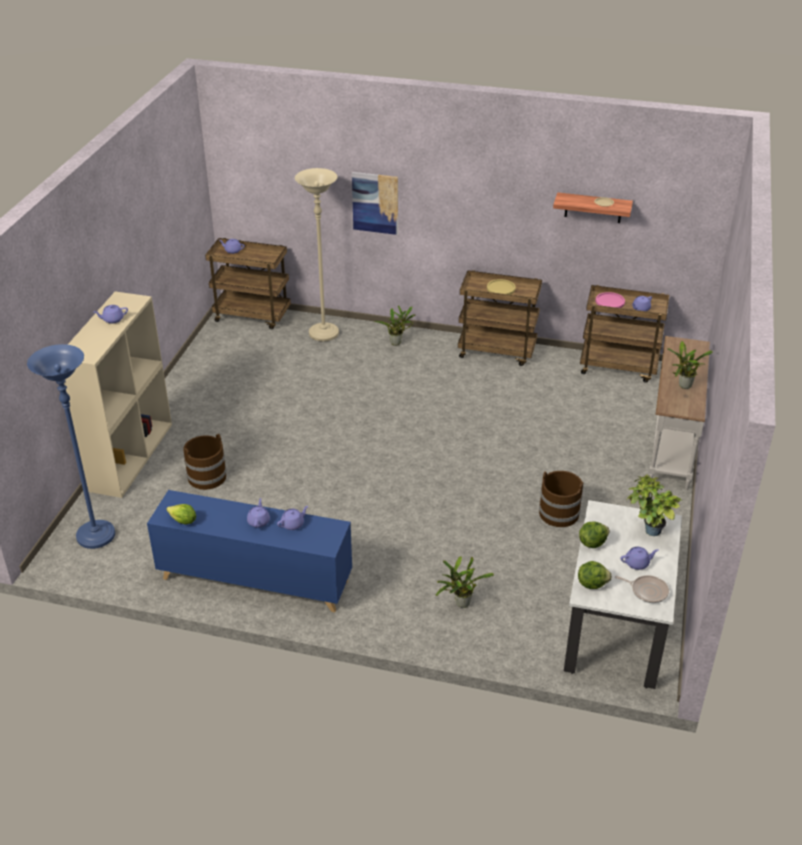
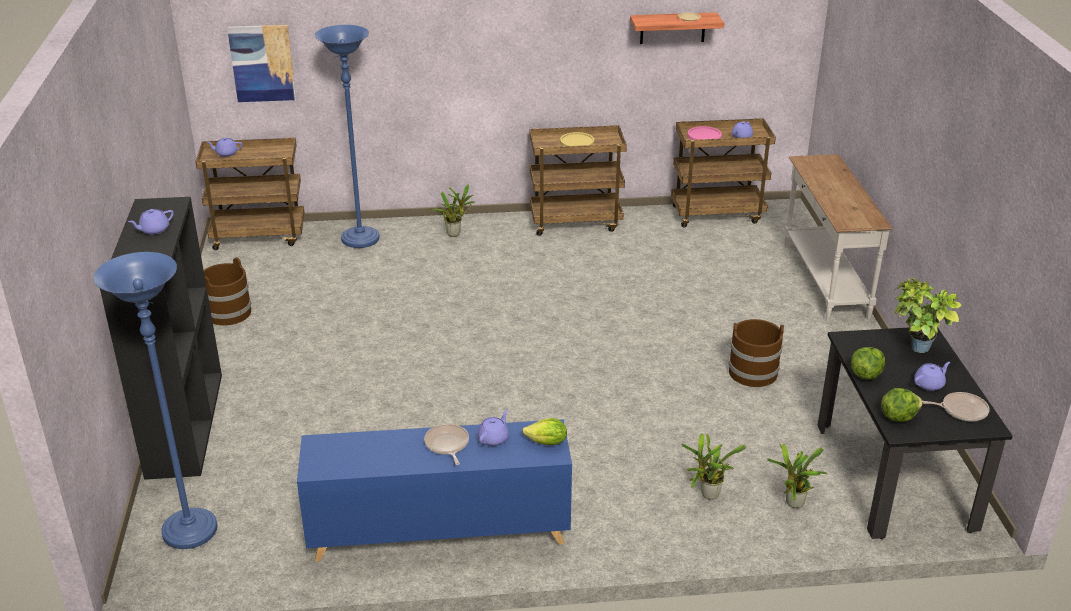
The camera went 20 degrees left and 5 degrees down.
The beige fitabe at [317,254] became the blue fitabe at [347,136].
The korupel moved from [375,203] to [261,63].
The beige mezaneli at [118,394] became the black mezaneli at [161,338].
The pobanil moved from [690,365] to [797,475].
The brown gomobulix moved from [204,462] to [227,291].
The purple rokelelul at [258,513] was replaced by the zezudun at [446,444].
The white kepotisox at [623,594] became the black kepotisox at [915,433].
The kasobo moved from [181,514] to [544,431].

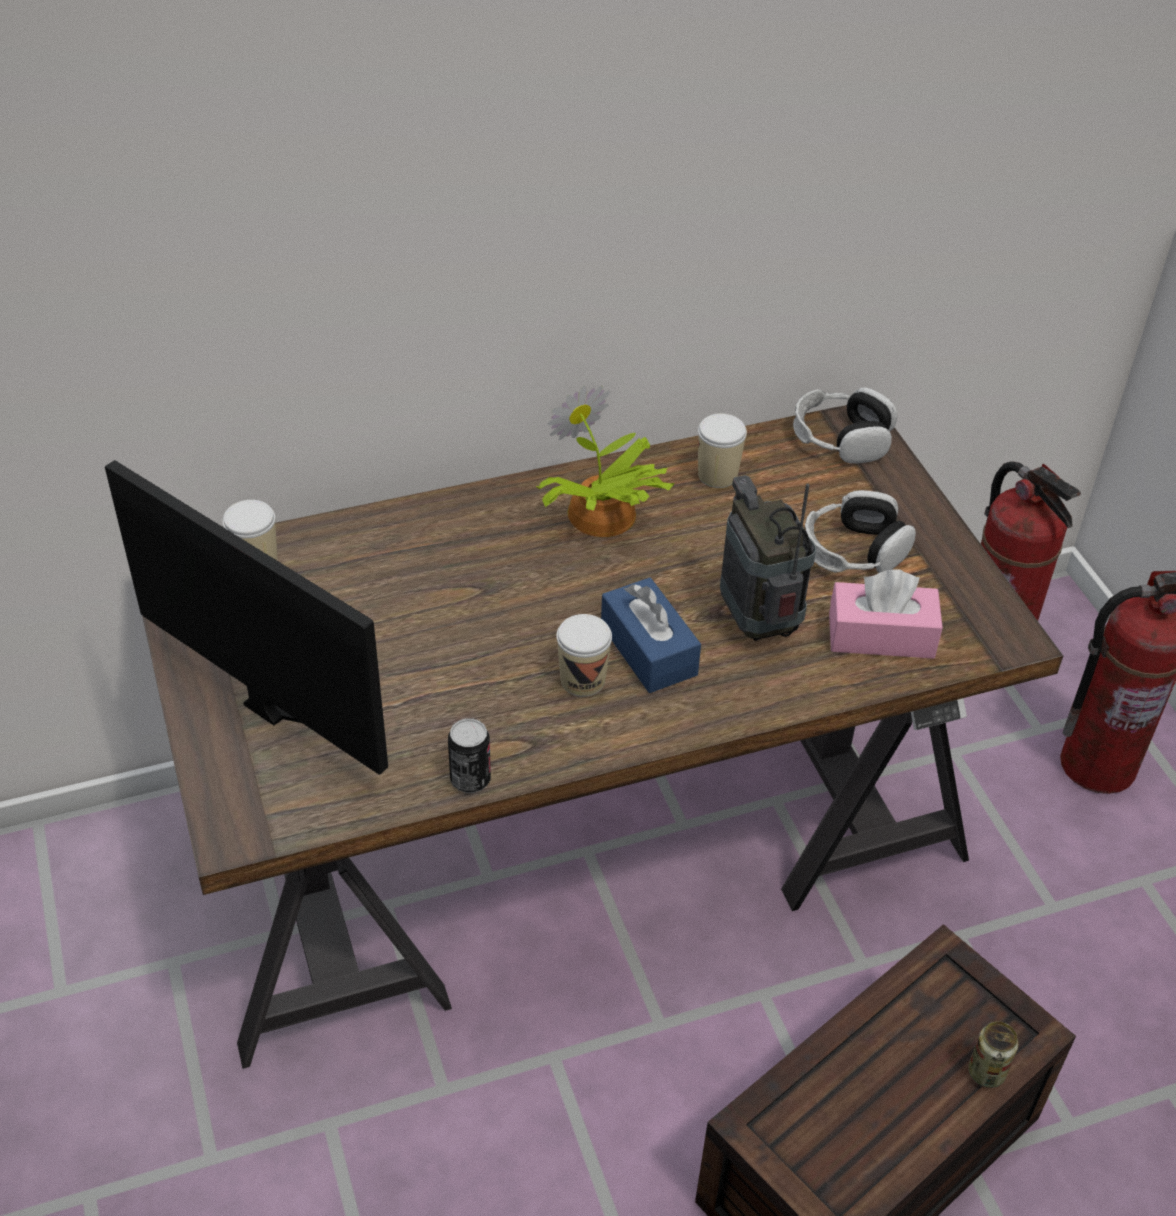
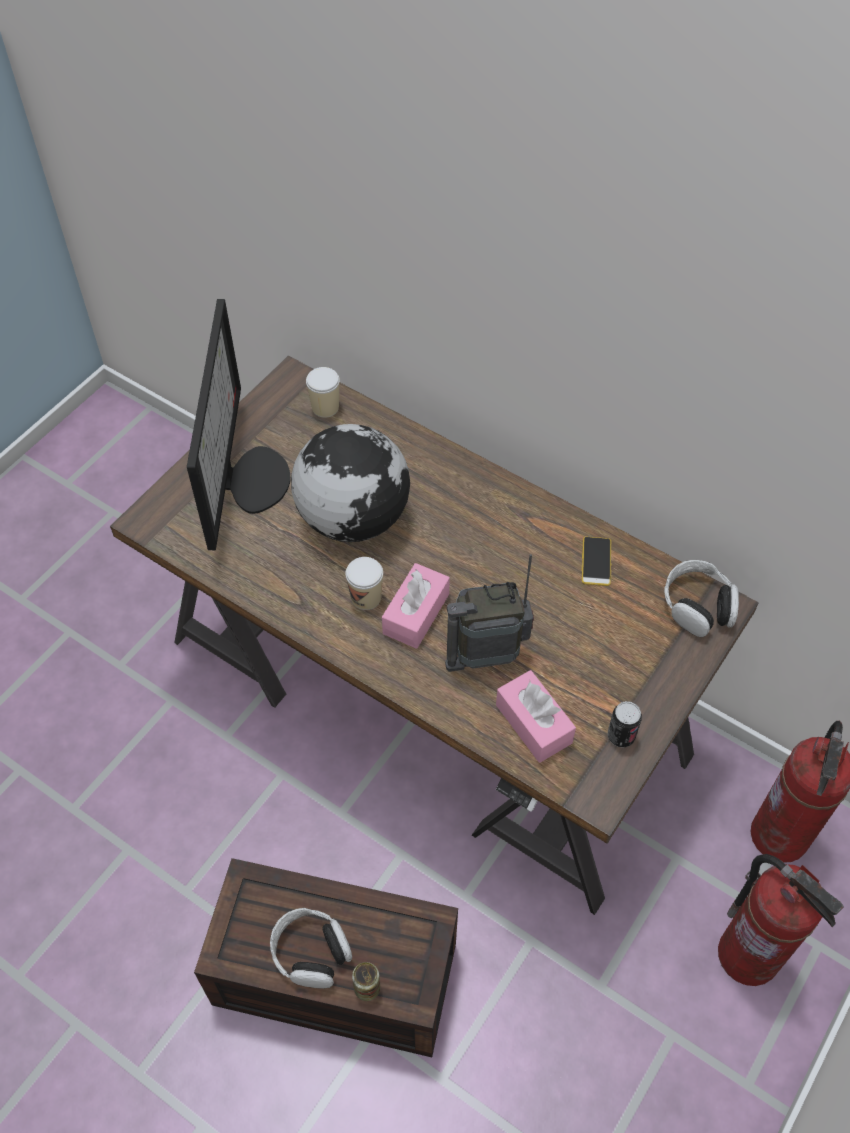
The camera went 55 degrees right and 10 degrees up.
The pobanil at [605,461] disappeared.
The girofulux at [722,451] was replaced by the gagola at [596,561].
The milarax at [768,558] turned 135 degrees counterclockwise.
The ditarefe moved from [860,531] to [311,948].
The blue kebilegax at [651,635] became the pink kebilegax at [416,606].
The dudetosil moved from [469,755] to [625,724].
The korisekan at [350,483] appeared.

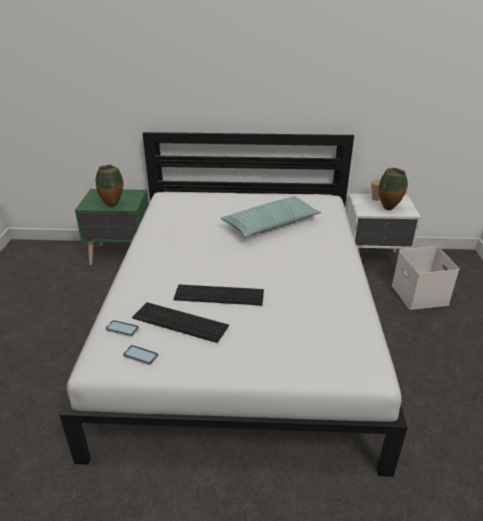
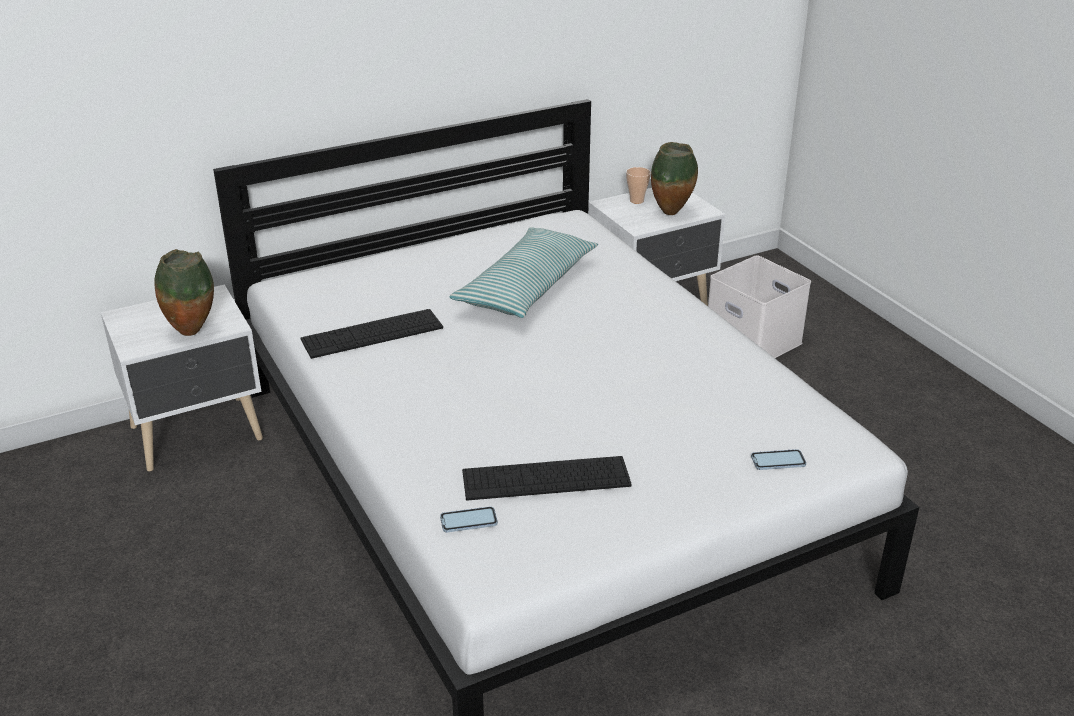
The camera went 30 degrees left and 0 degrees up.
The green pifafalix at [112,227] became the white pifafalix at [182,377].
The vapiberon moved from [218,295] to [371,334].
The gagola moved from [140,355] to [778,459].

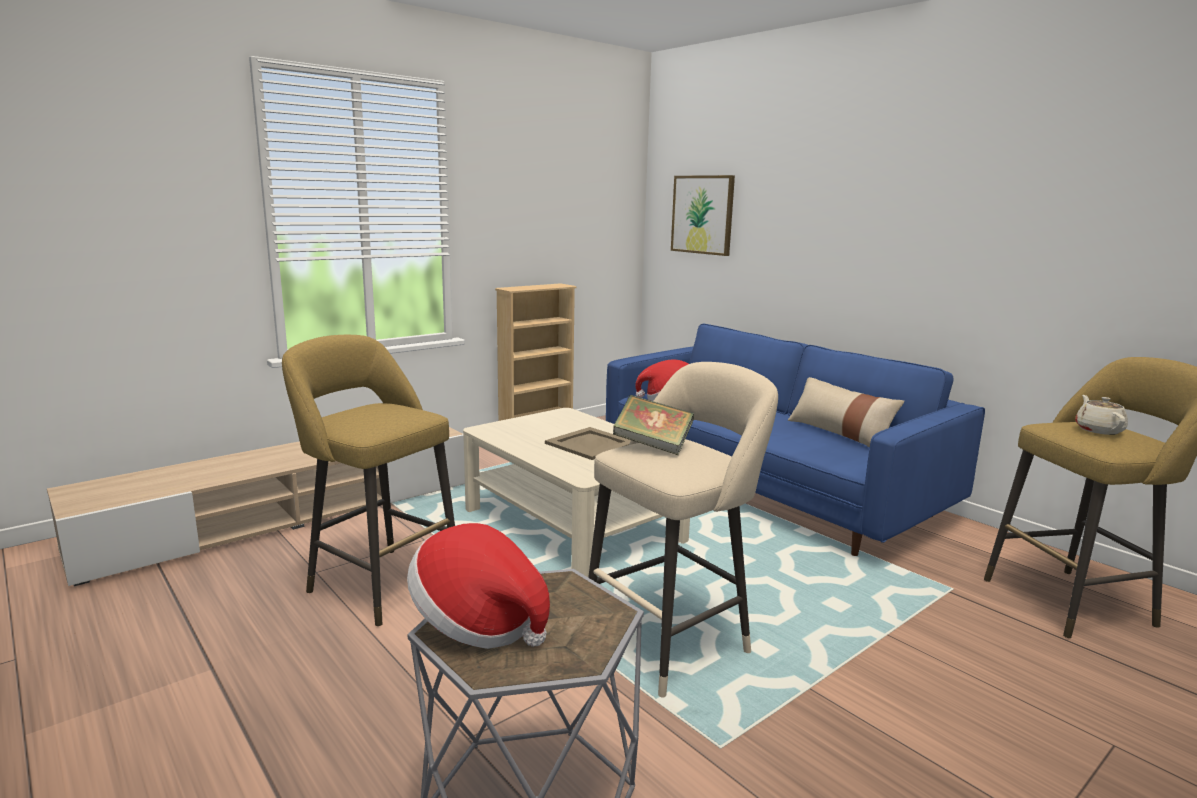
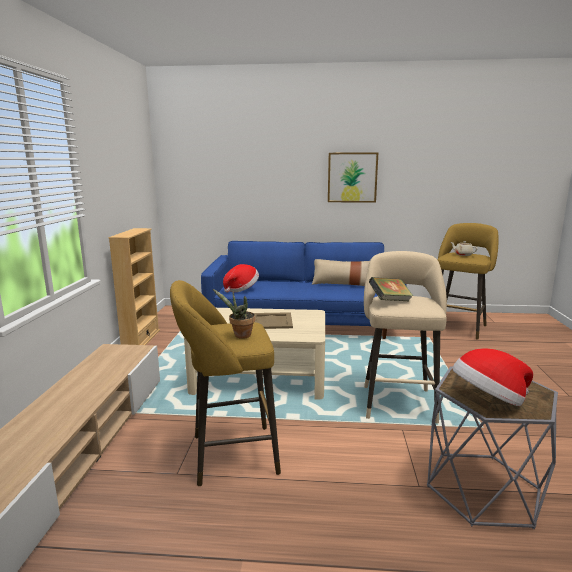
The camera went 45 degrees left and 0 degrees up.
The korupel moved from [703,215] to [353,177].
The pobanil at [234,314] appeared.

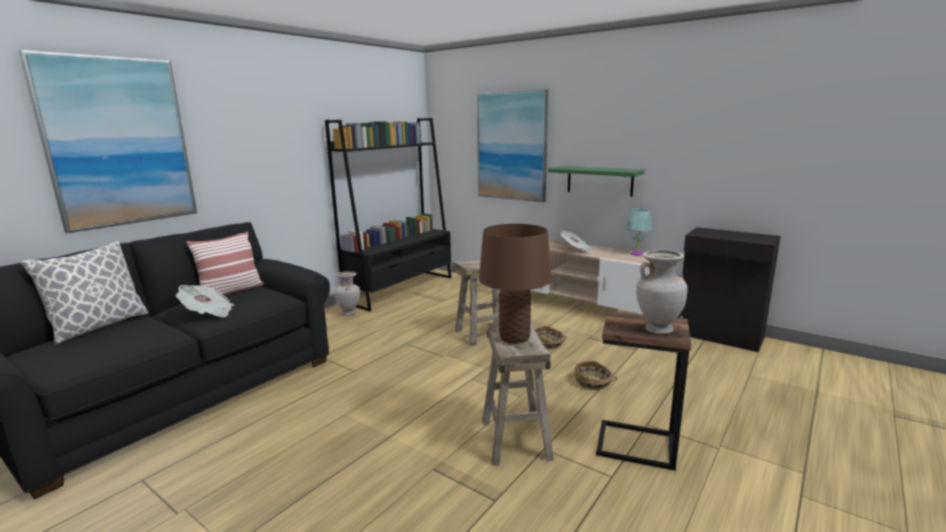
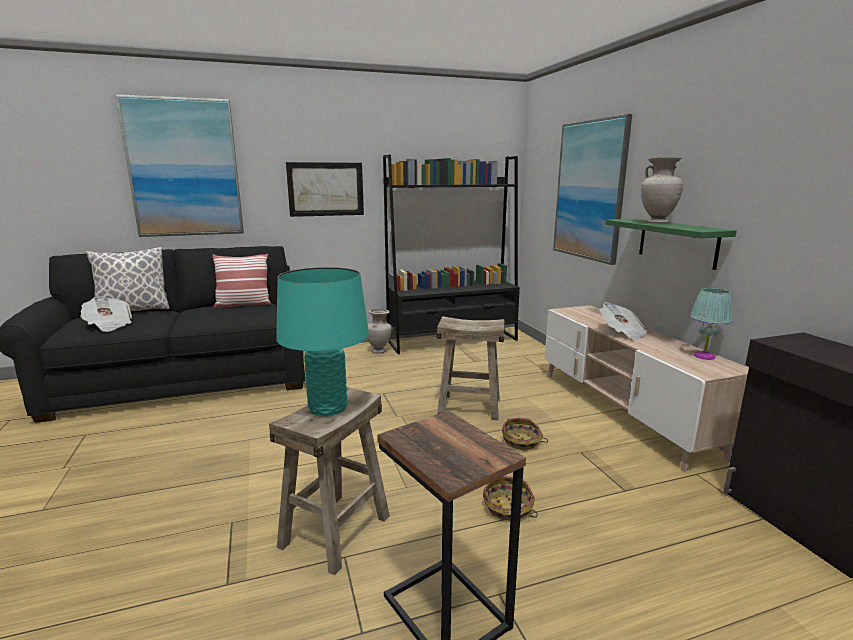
The camera went 35 degrees right and 0 degrees up.
The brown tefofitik at [515,284] became the turquoise tefofitik at [322,342].
The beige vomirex moved from [661,292] to [662,190].
The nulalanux moved from [205,301] to [106,314].
The korupel at [325,189] appeared.

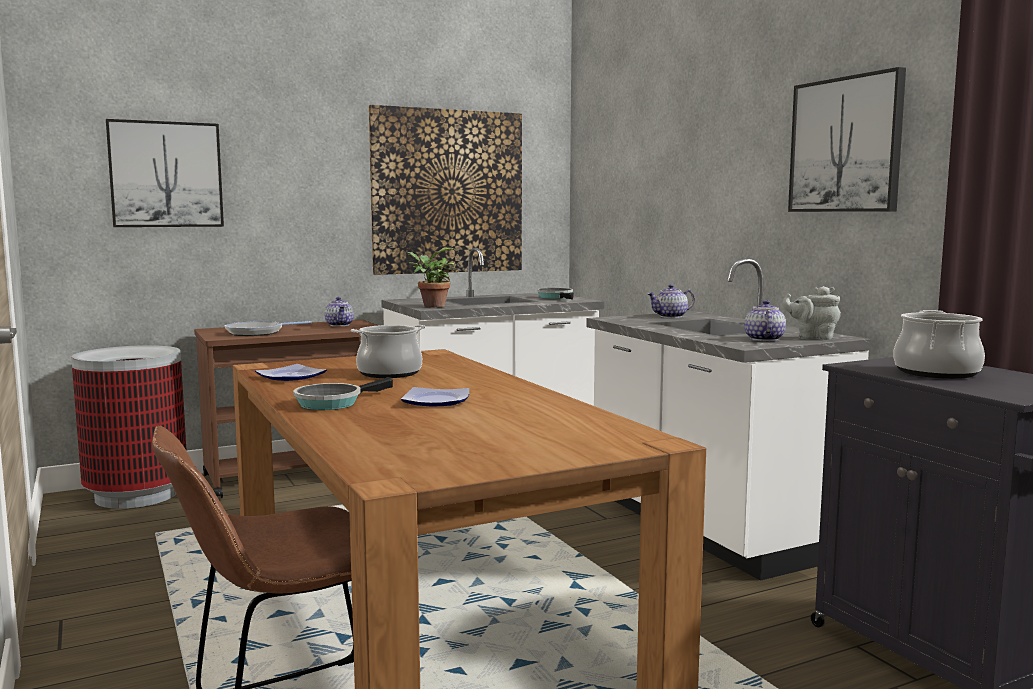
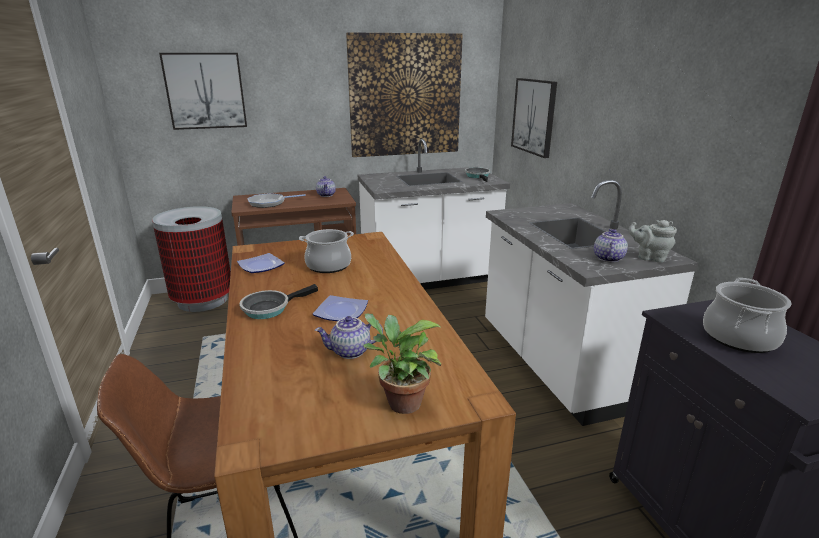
The camera went 10 degrees right and 15 degrees up.
The korupel moved from [847,139] to [534,118].
The pobanil moved from [432,278] to [402,363].
The rokelelul moved from [671,301] to [349,337].

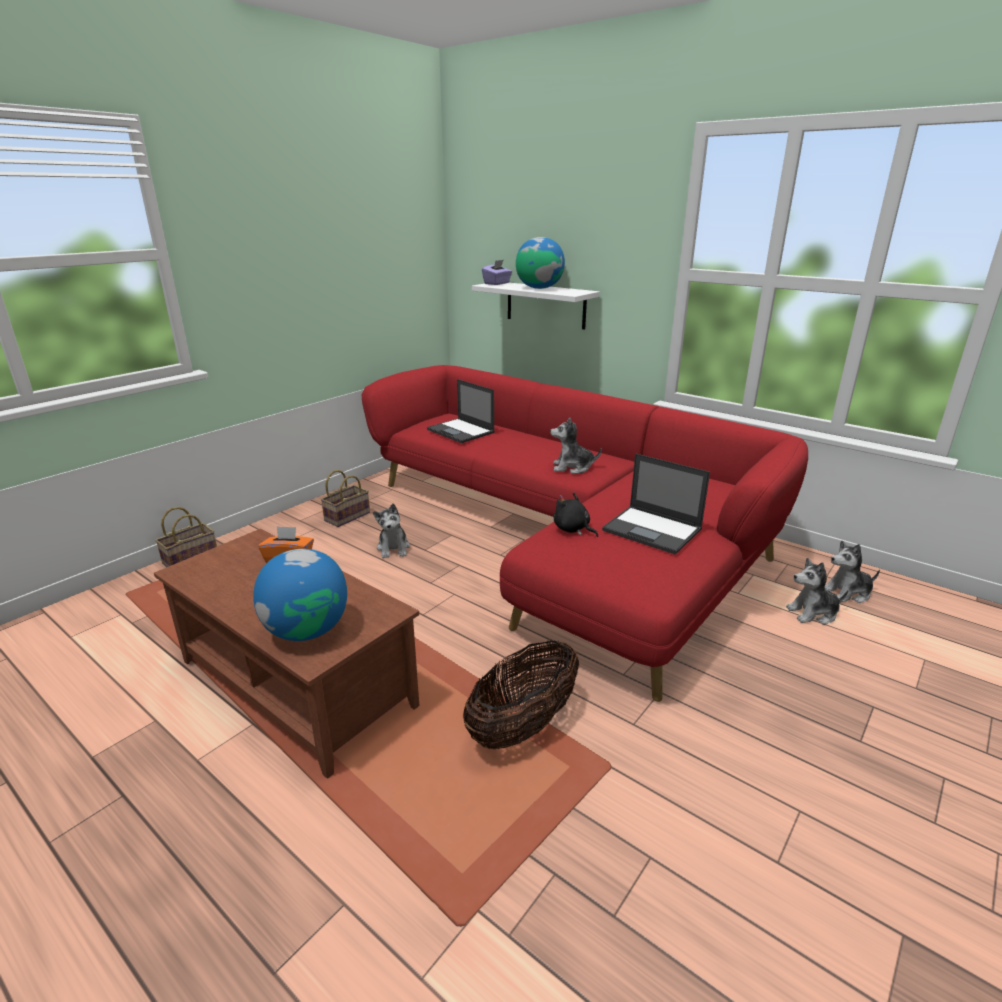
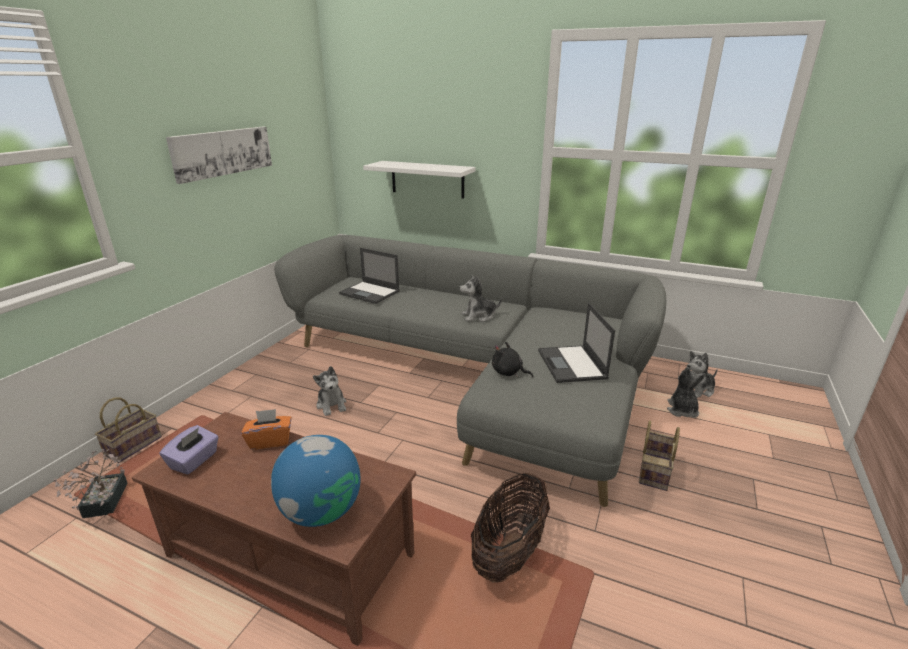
The camera went 15 degrees left and 0 degrees up.
The korisekan at [540,263] disappeared.
The purple kebilegax moved from [497,272] to [189,450].
The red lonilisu at [585,533] became the grey lonilisu at [470,371].
The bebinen at [656,504] turned 60 degrees clockwise.
The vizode moved from [345,498] to [659,456].
The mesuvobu at [817,591] turned 120 degrees clockwise.
The korupel at [219,155] appeared.
The pobanil at [90,483] appeared.

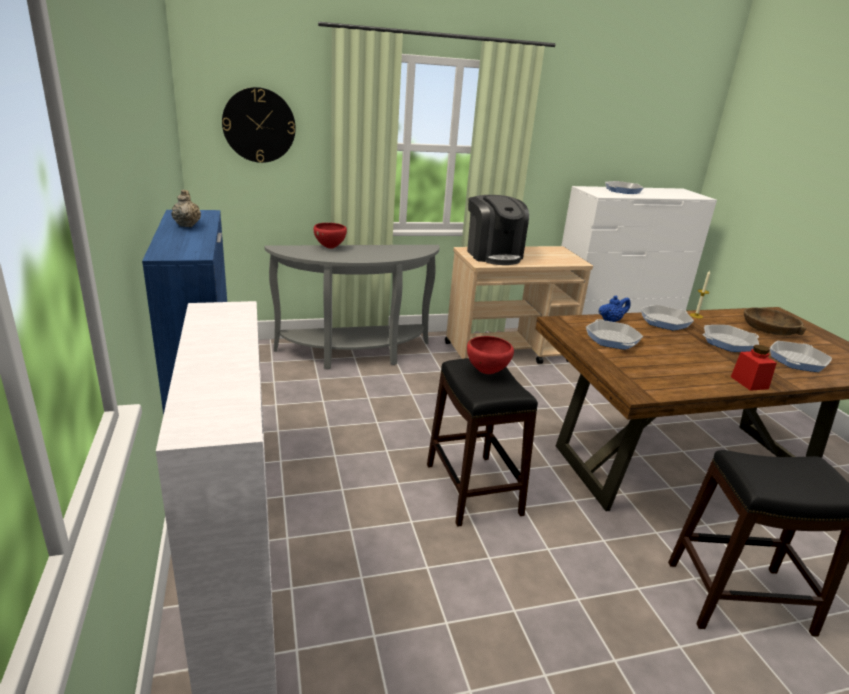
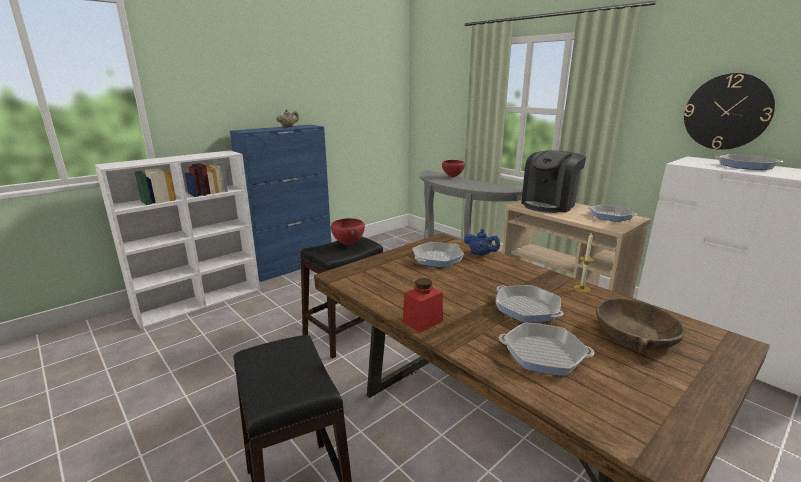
The camera went 65 degrees right and 5 degrees down.
The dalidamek moved from [259,125] to [729,111].
The zezudun moved from [667,318] to [612,213].

